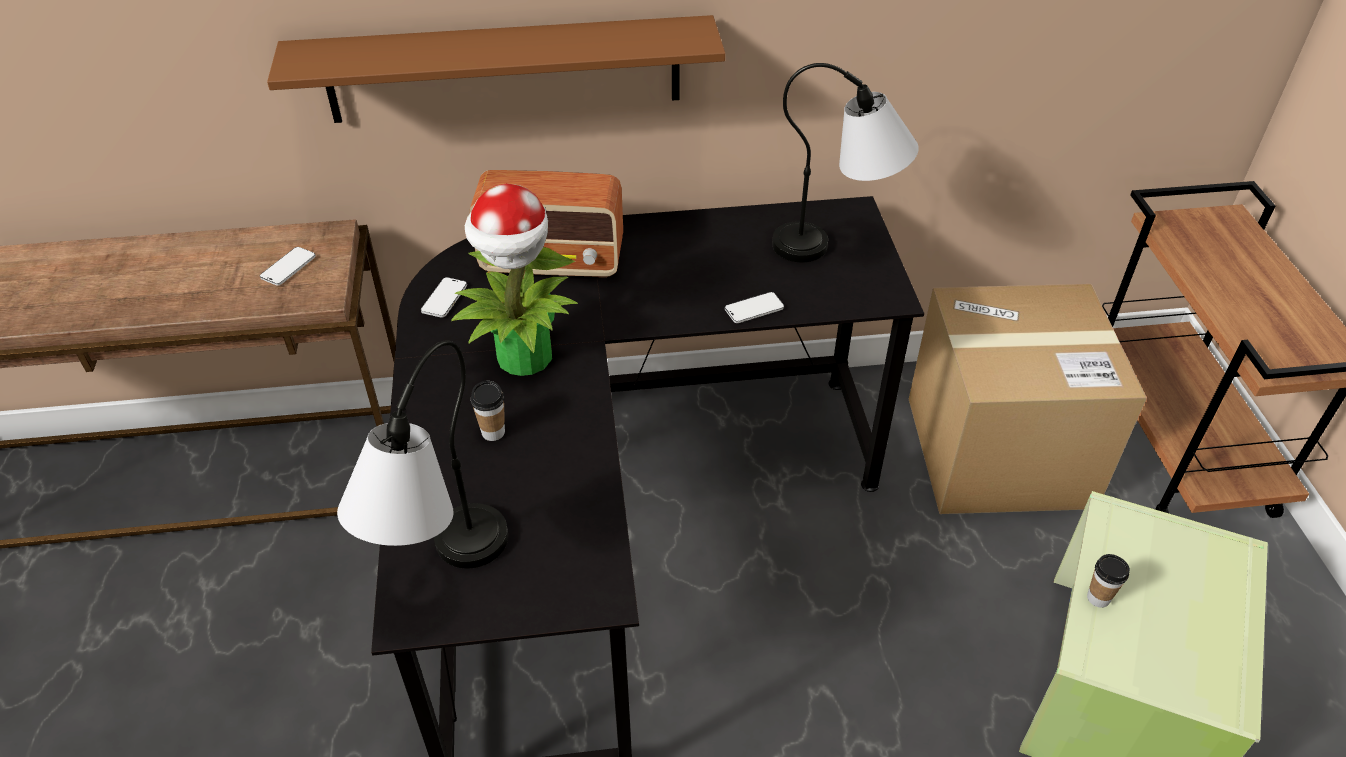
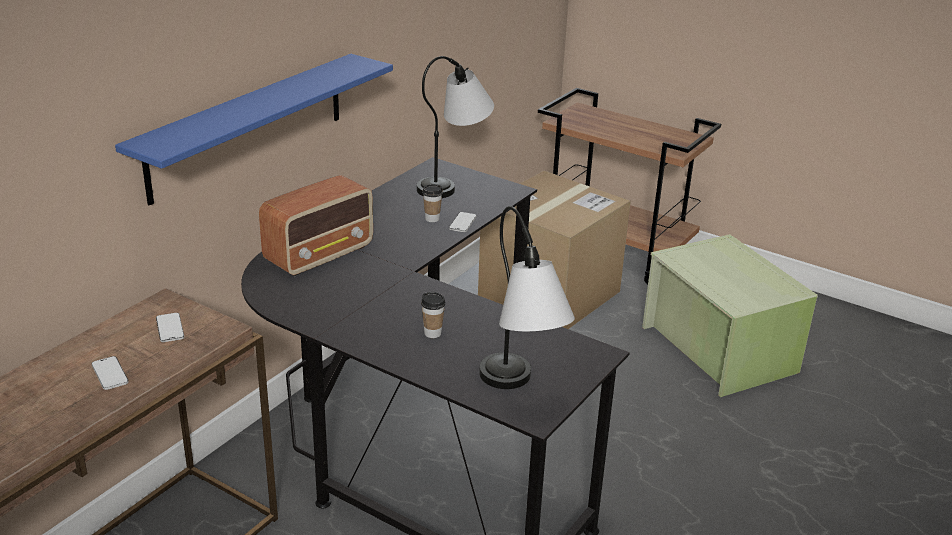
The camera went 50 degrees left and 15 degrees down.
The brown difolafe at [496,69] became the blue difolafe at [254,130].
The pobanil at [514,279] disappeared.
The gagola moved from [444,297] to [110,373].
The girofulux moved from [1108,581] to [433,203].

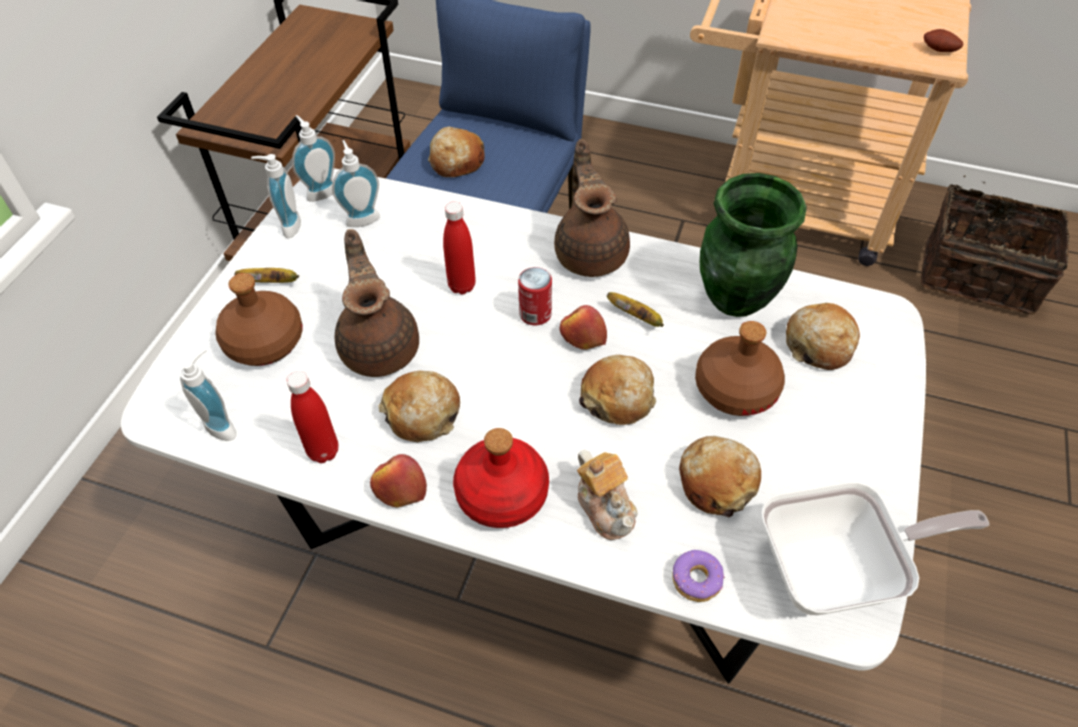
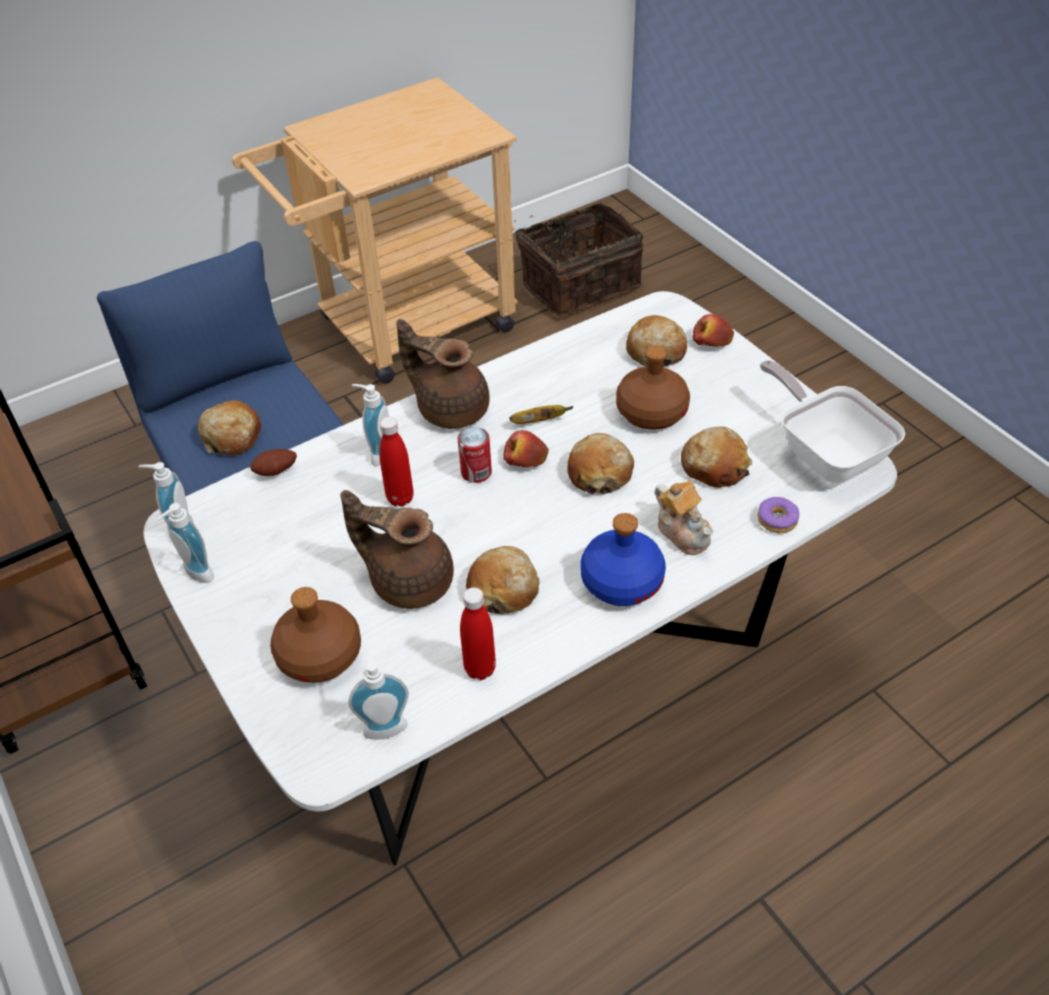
The camera went 50 degrees left and 5 degrees down.
The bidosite moved from [944,40] to [273,462].
The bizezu moved from [356,183] to [370,425].
The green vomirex at [753,245] disappeared.
The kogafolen at [266,275] disappeared.
The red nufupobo at [501,478] became the blue nufupobo at [623,559].
The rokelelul at [607,495] turned 45 degrees clockwise.
The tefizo moved from [398,481] to [713,330].
The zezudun at [875,548] turned 60 degrees counterclockwise.

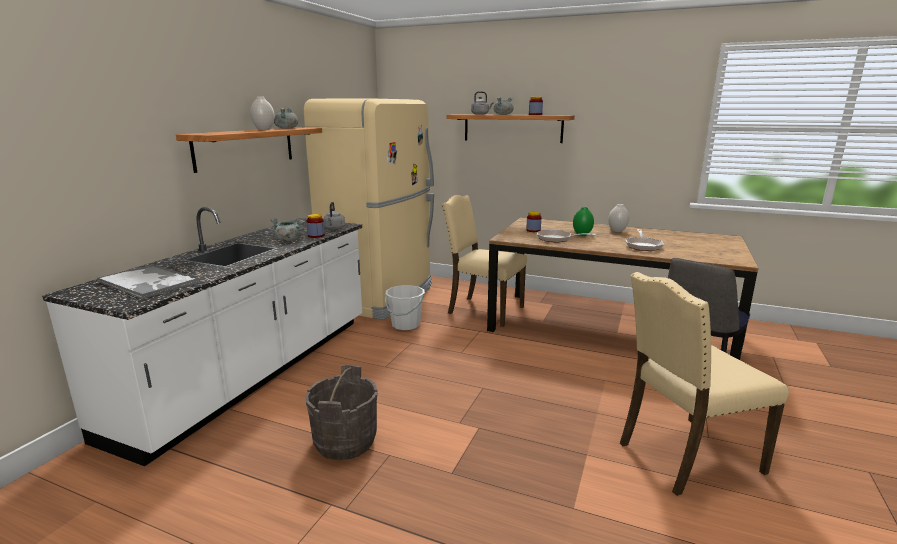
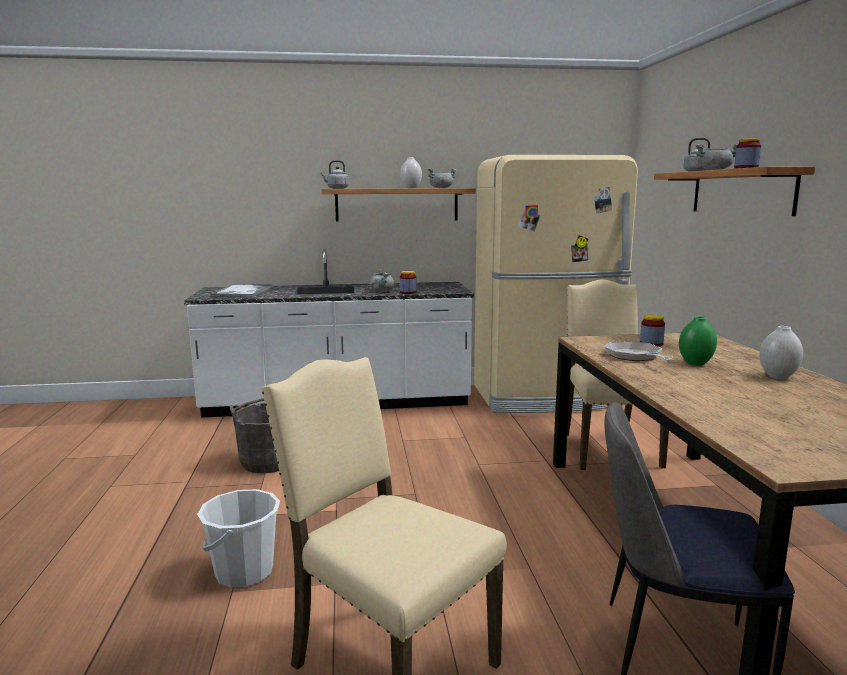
The camera went 60 degrees right and 5 degrees down.
The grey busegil moved from [334,216] to [334,174].
The zezudun at [644,240] disappeared.
The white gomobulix moved from [405,307] to [238,538].

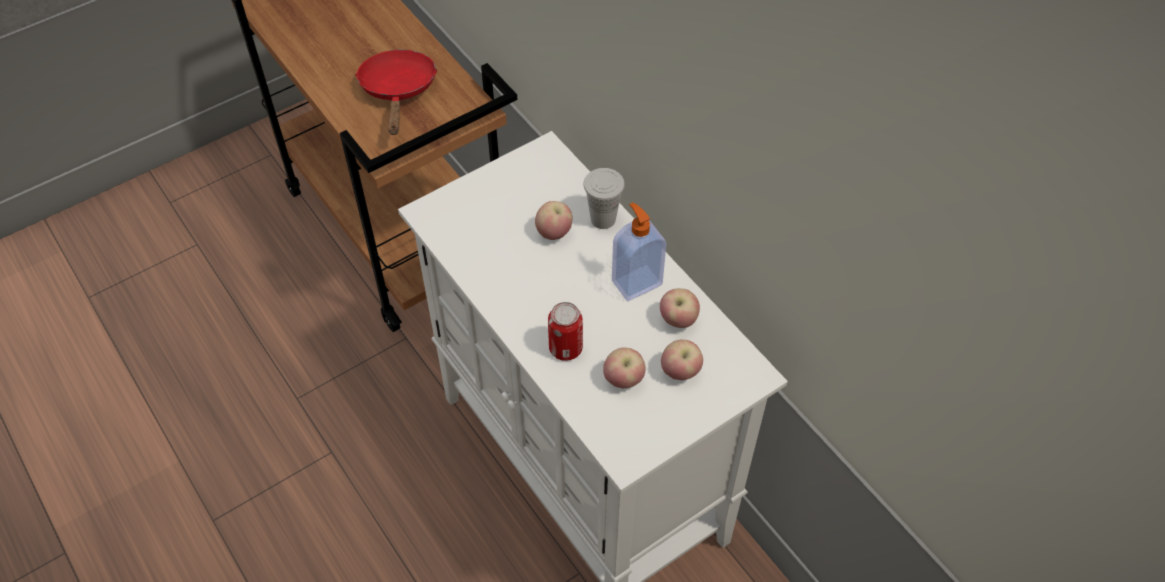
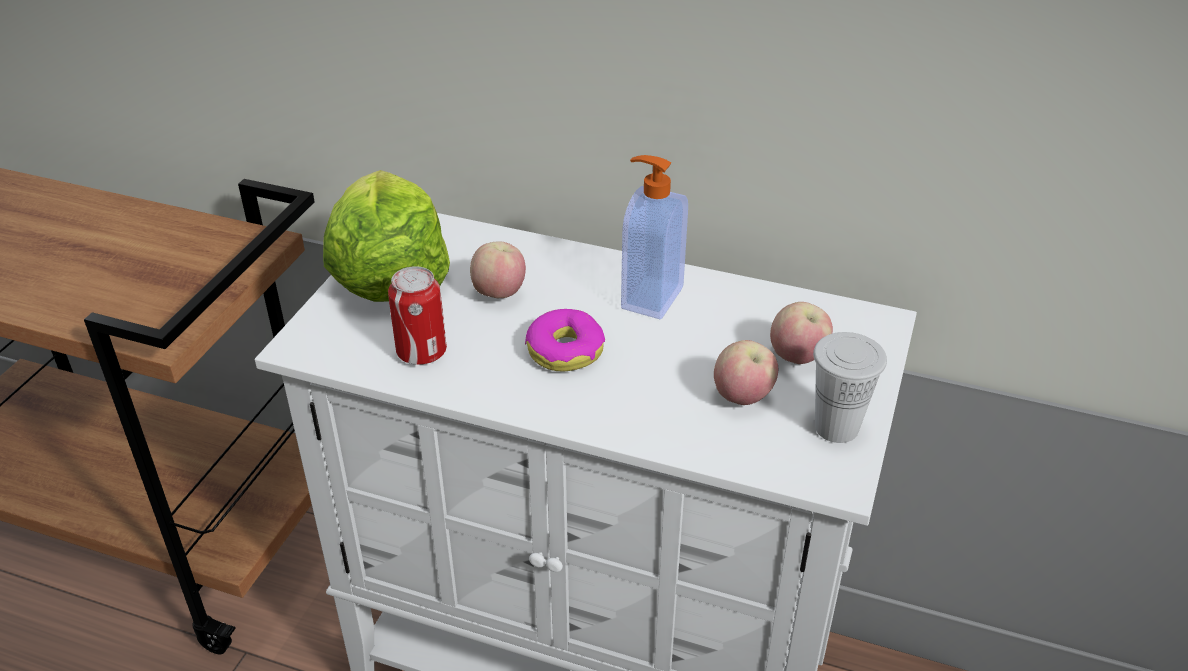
The camera went 35 degrees left and 15 degrees down.
The red zezudun at [396,92] disappeared.
The white girofulux moved from [604,198] to [850,387].
The tefizo at [680,308] disappeared.
The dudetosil moved from [565,331] to [417,315].
The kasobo at [386,236] appeared.
The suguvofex at [565,340] appeared.

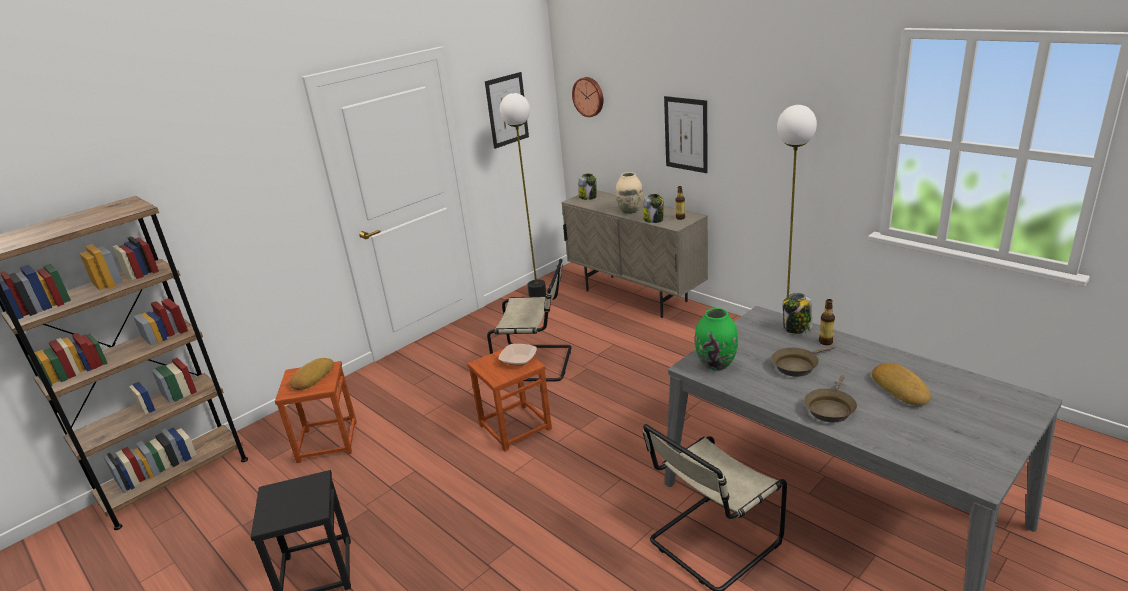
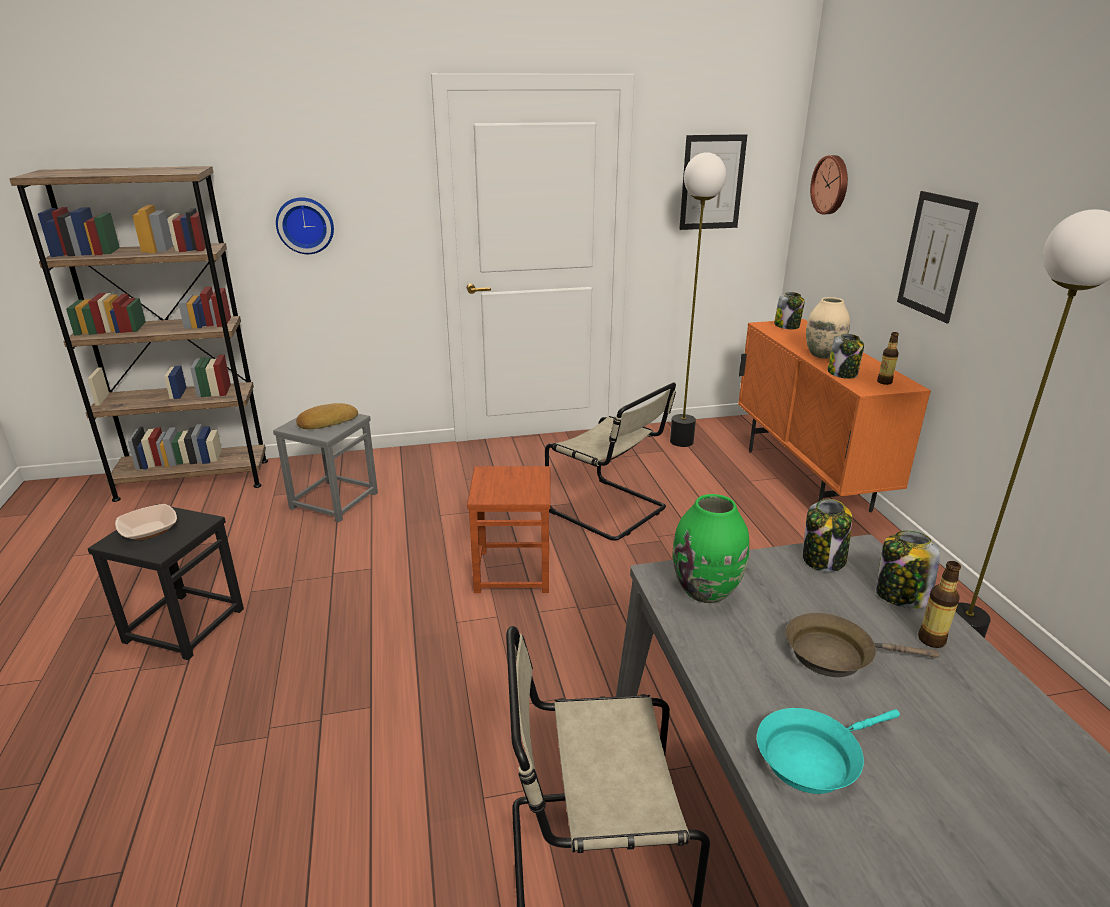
The camera went 30 degrees right and 0 degrees up.
The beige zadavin at [634,254] became the orange zadavin at [834,416].
The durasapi moved from [518,355] to [146,522].
The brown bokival at [316,412] became the grey bokival at [325,468].
The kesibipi at [901,384] disappeared.
The brown zezudun at [830,398] became the turquoise zezudun at [828,751].
The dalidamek at [305,225] appeared.
The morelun at [827,535] appeared.

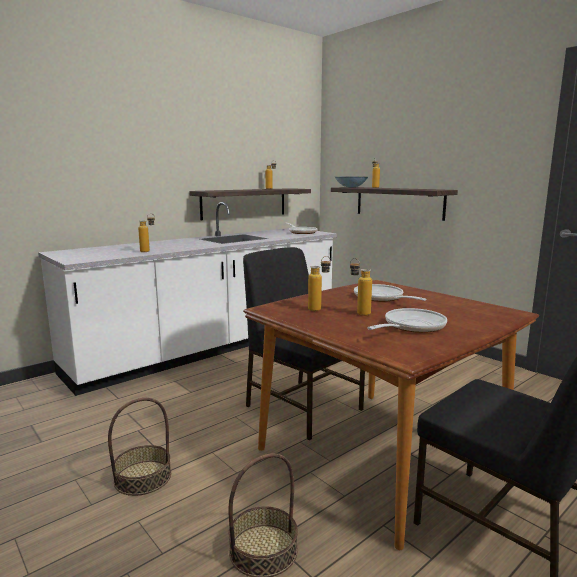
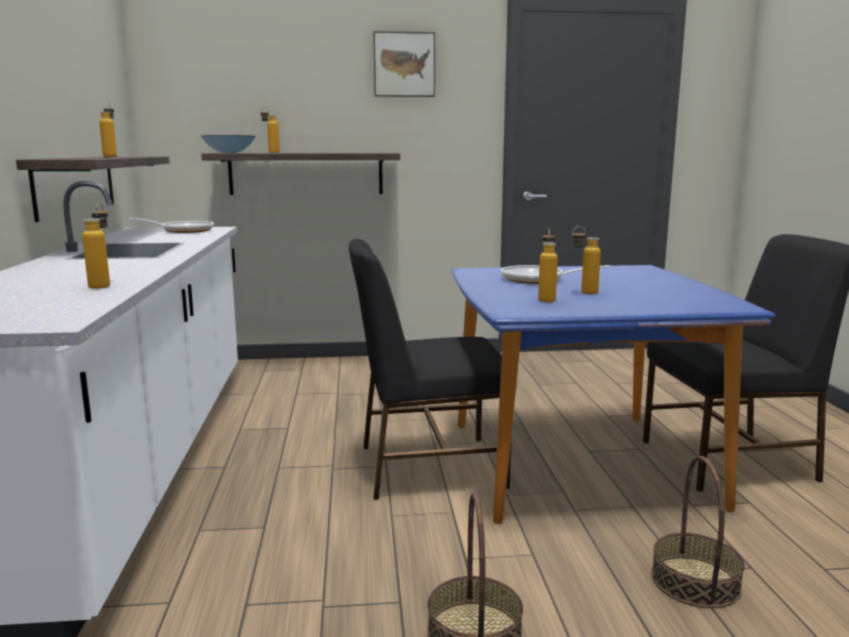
The camera went 55 degrees left and 0 degrees up.
The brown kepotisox at [391,415] became the blue kepotisox at [613,394].
The zezudun at [407,320] disappeared.
The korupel at [404,64] appeared.

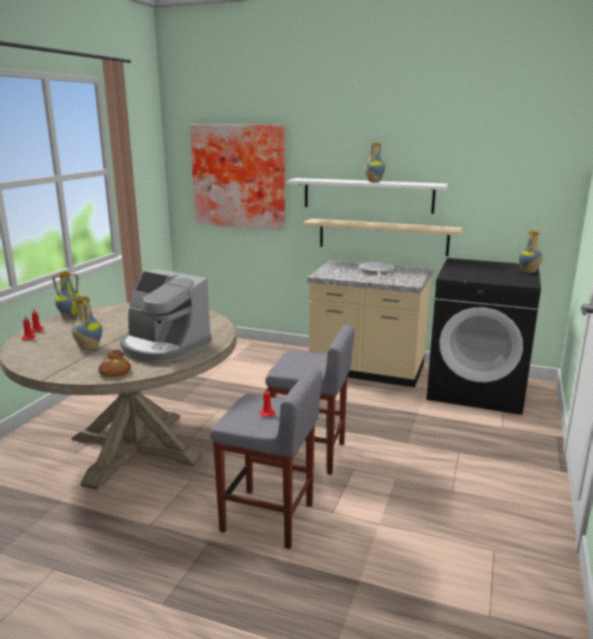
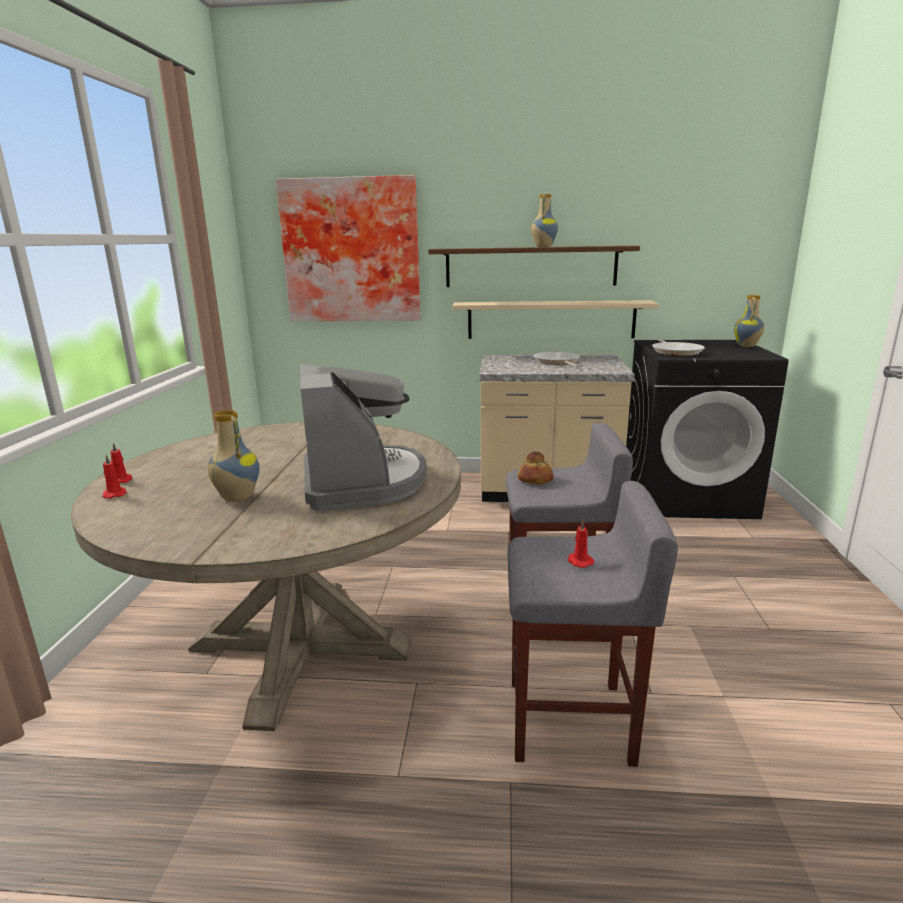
The camera went 15 degrees left and 0 degrees up.
The white difolafe at [367,196] became the brown difolafe at [534,266].
The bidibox at [166,316] turned 120 degrees counterclockwise.
The vomirex at [67,295] disappeared.
The kesibipi moved from [114,363] to [535,467].
The zezudun at [678,347] appeared.

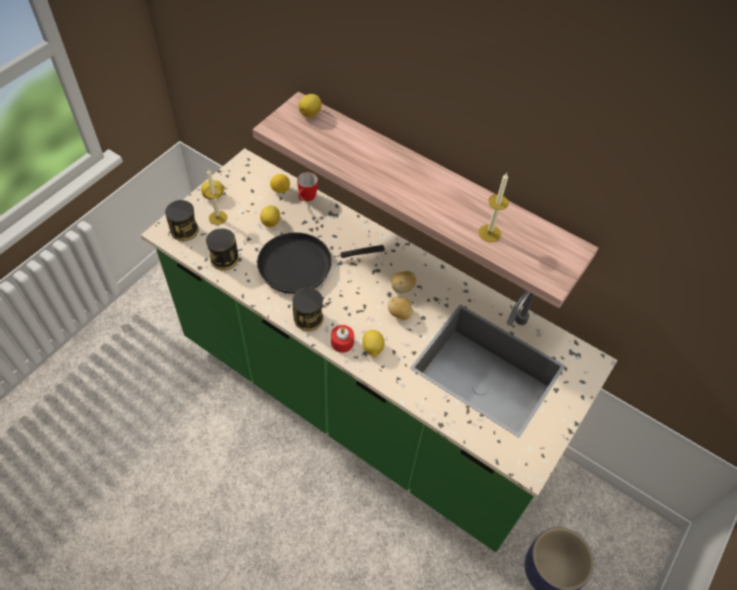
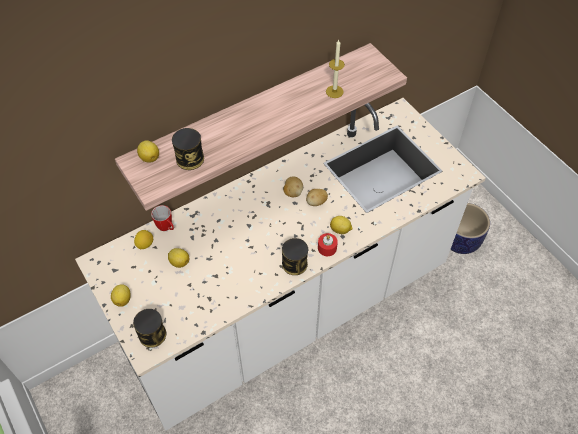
The camera went 65 degrees left and 0 degrees up.
The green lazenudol at [379,350] became the white lazenudol at [280,264].
The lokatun at [216,197] disappeared.
The dudetosil moved from [222,249] to [188,149].
The black zezudun at [321,263] disappeared.

